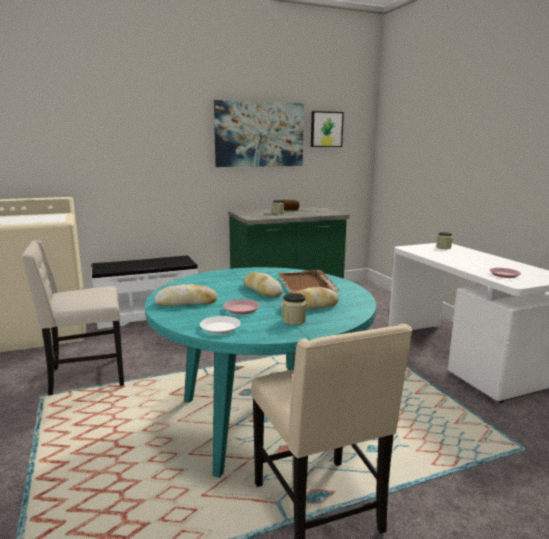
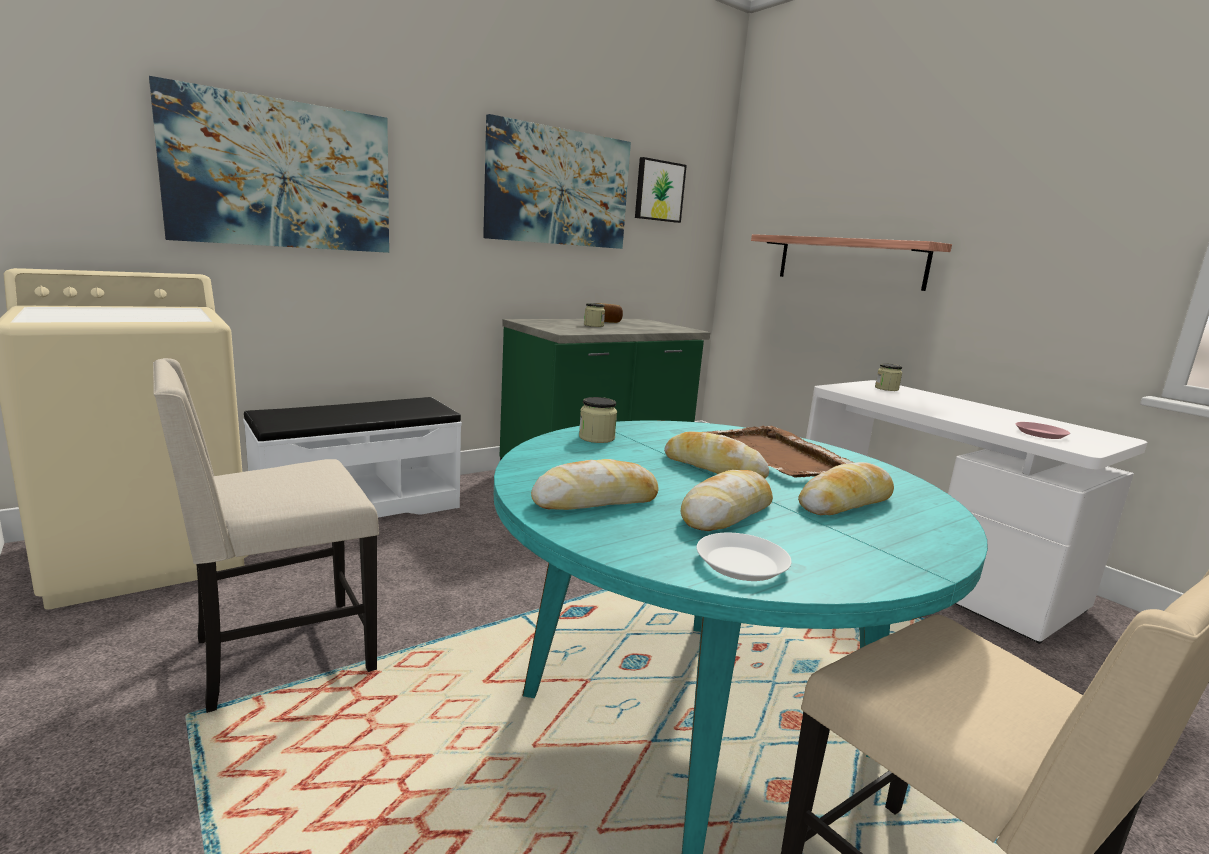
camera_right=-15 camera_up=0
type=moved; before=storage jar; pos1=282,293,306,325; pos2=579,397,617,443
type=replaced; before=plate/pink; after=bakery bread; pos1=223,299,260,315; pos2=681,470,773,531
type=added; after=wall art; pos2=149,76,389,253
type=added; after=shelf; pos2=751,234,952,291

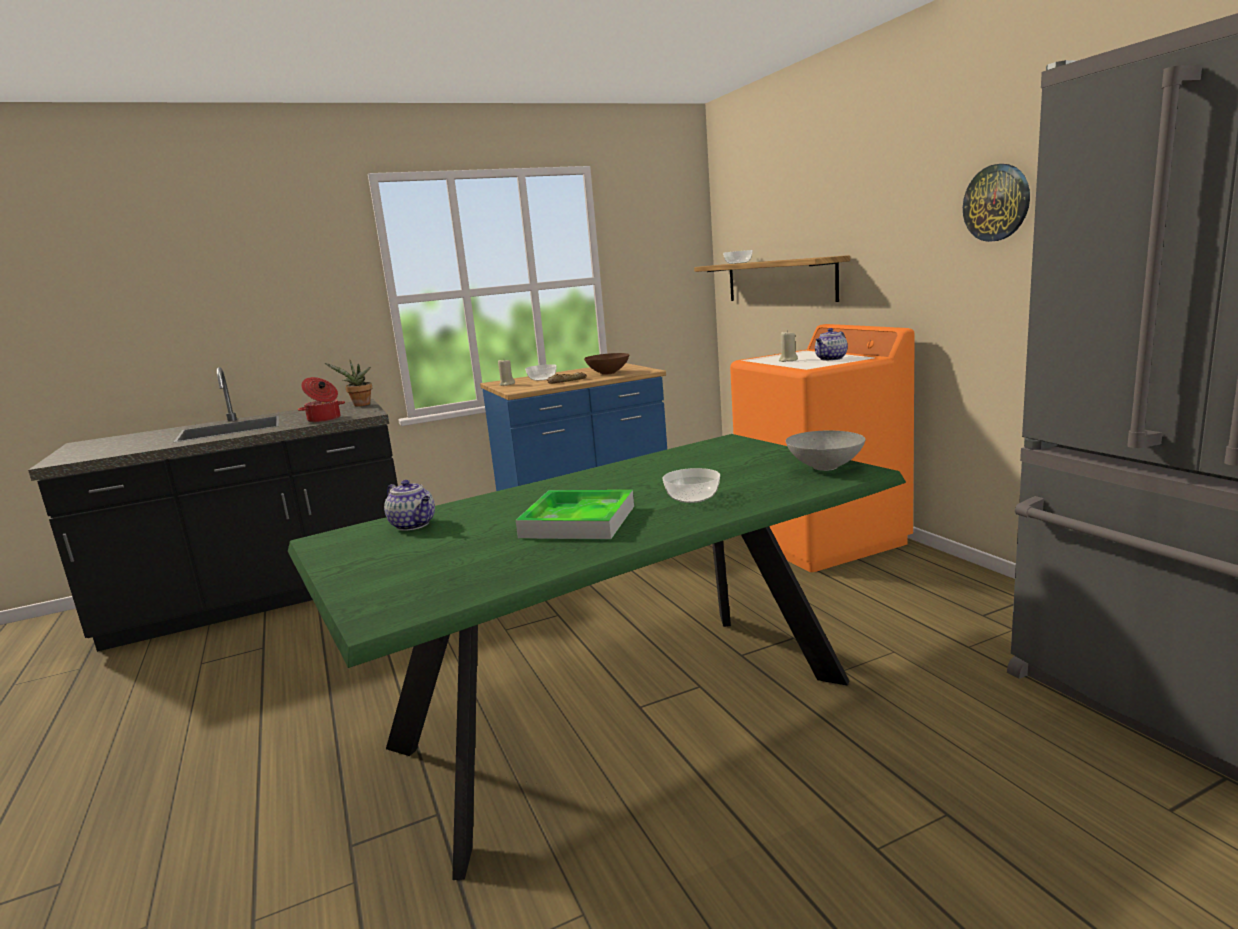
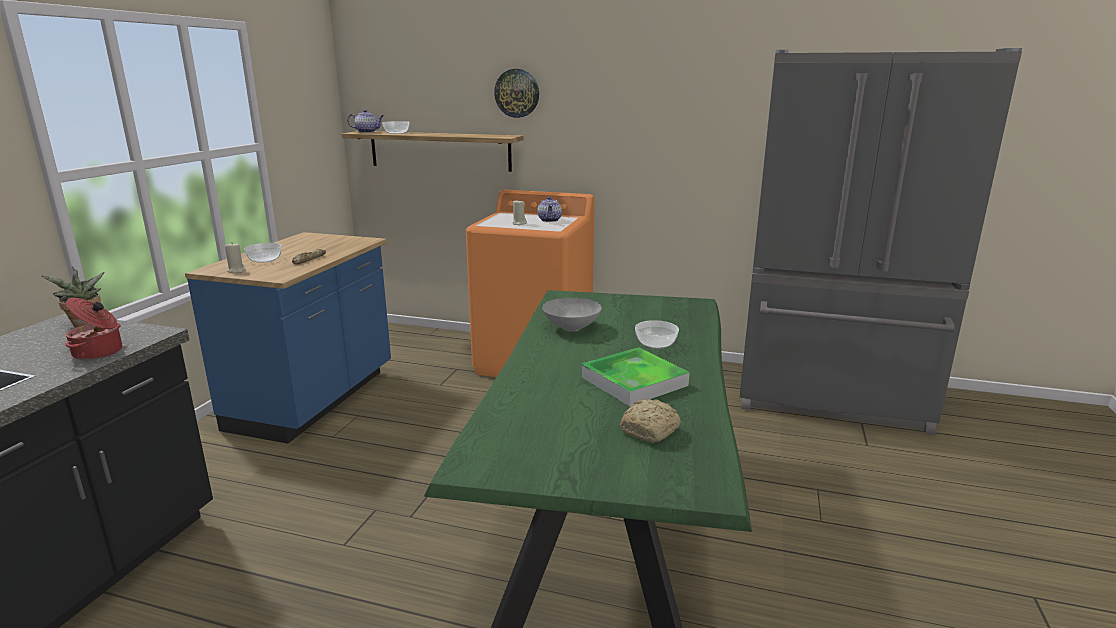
camera_right=-50 camera_up=5
type=moved; before=hanging clock; pos1=963,164,1030,242; pos2=494,69,539,118
type=removed; before=bowl/brown-coloured; pos1=584,353,629,375
type=moved; before=bowl/greyish; pos1=786,431,865,471; pos2=542,298,602,331
type=moved; before=tea pot; pos1=384,480,435,531; pos2=347,110,384,133
type=added; after=bakery bread; pos2=620,399,681,443

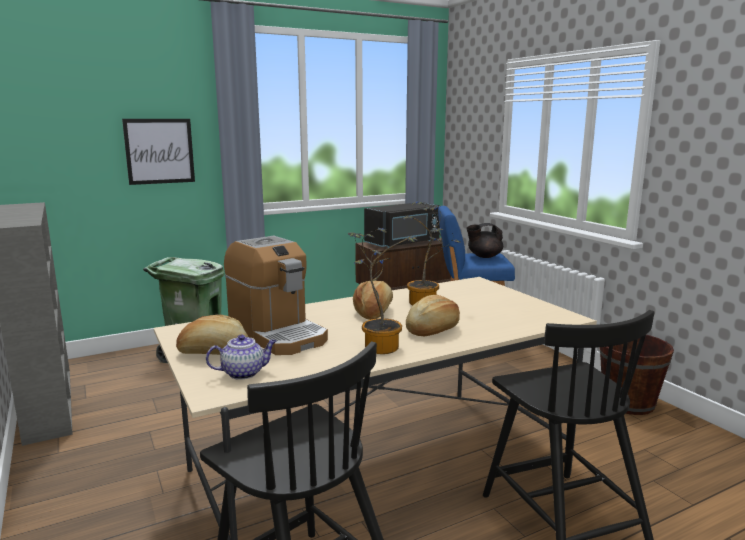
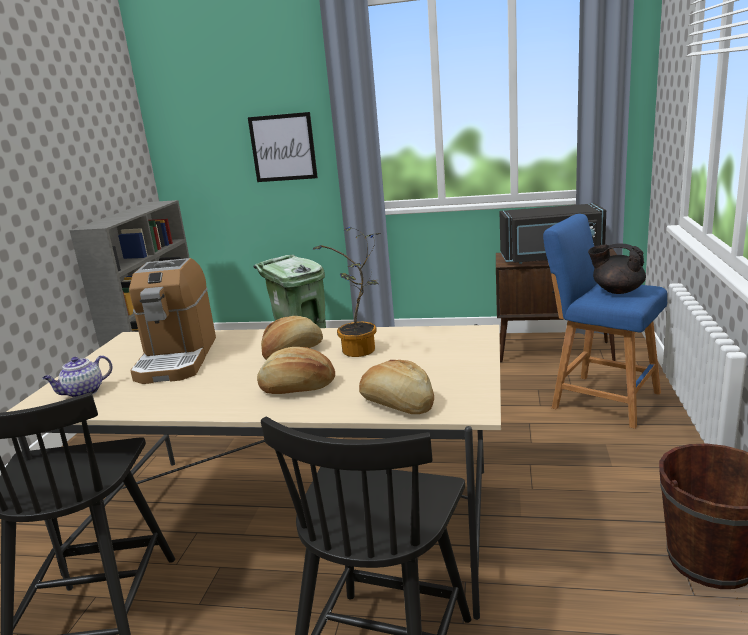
camera_right=40 camera_up=5
type=removed; before=plant in a pot; pos1=348,228,417,354
type=moved; before=bakery bread; pos1=176,315,248,355; pos2=359,360,434,414
type=turned; before=tea pot; pos1=206,334,277,380; pos2=42,355,113,397; turn=120

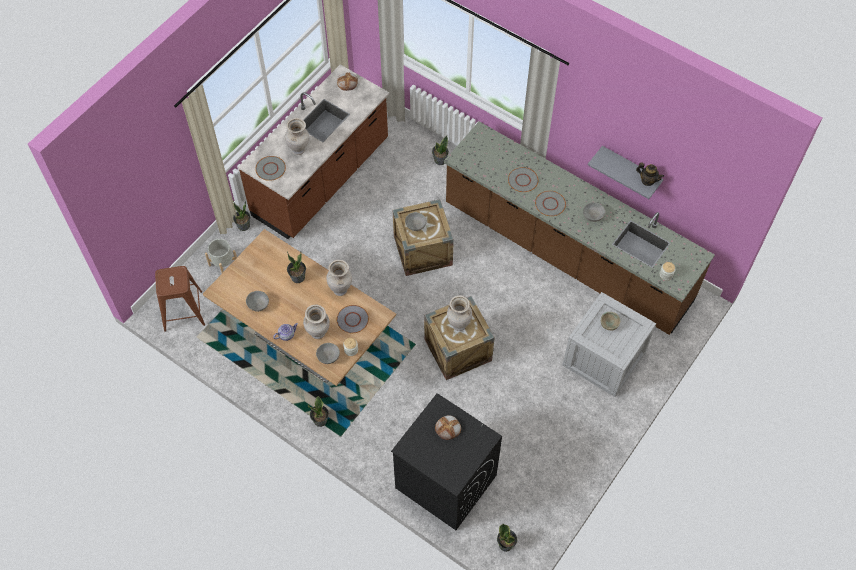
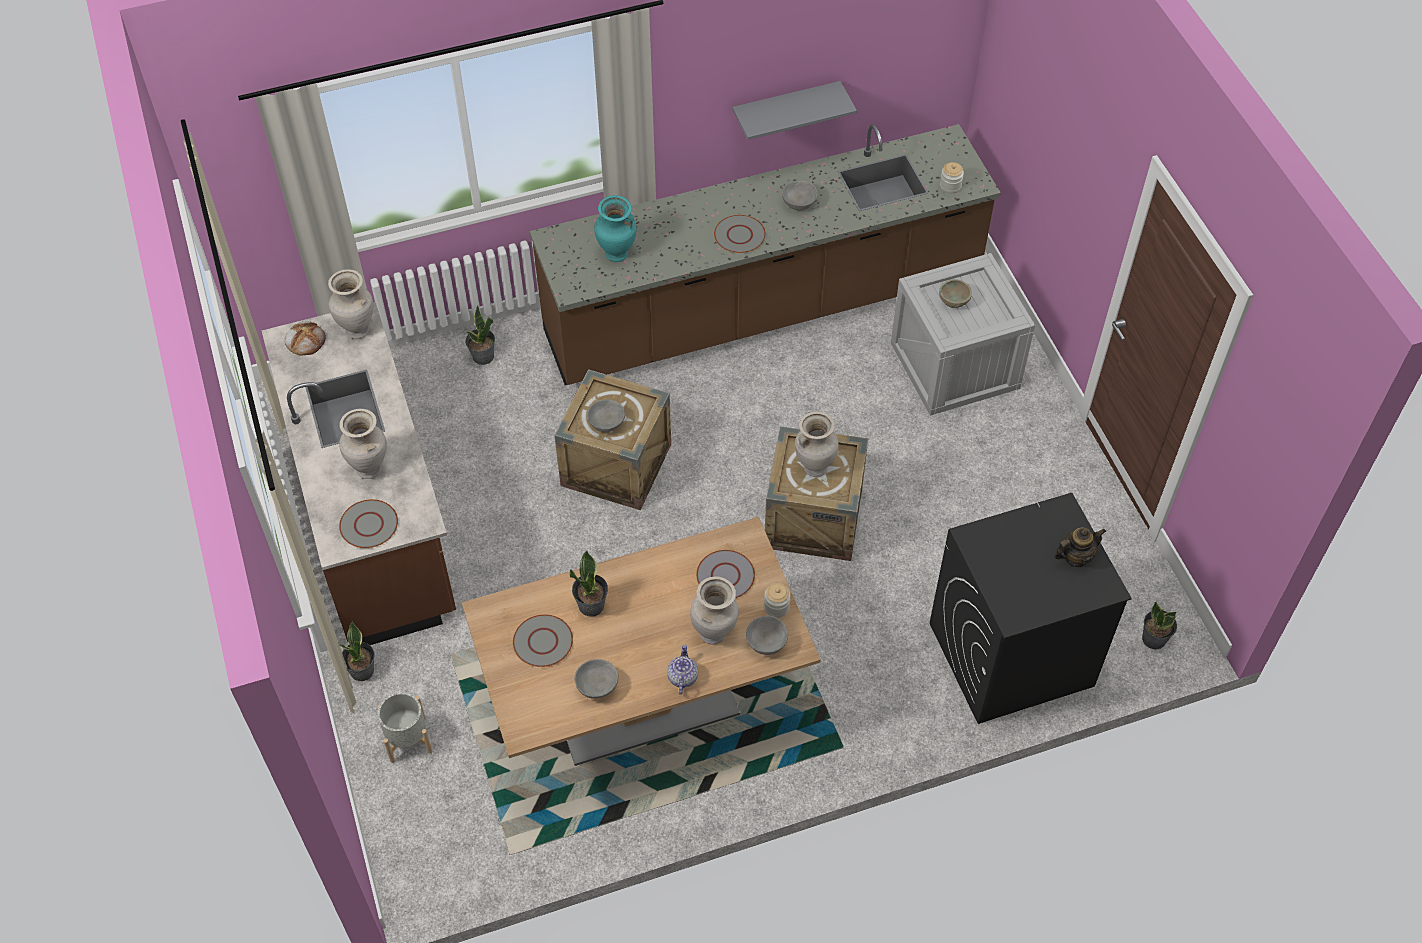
camera_right=-55 camera_up=-5
type=moved; before=tea pot; pos1=636,162,664,186; pos2=1054,528,1106,567
type=moved; before=plate/greyish; pos1=508,167,538,192; pos2=513,614,573,667
type=moved; before=vase/beige; pos1=326,260,352,296; pos2=328,269,373,339
type=removed; before=stool/brown-coloured; pos1=155,266,205,332
type=removed; before=plant in a pot; pos1=308,396,329,427
type=removed; before=bakery bread; pos1=435,415,461,440
type=added; after=vase/blue-green; pos2=594,195,636,262

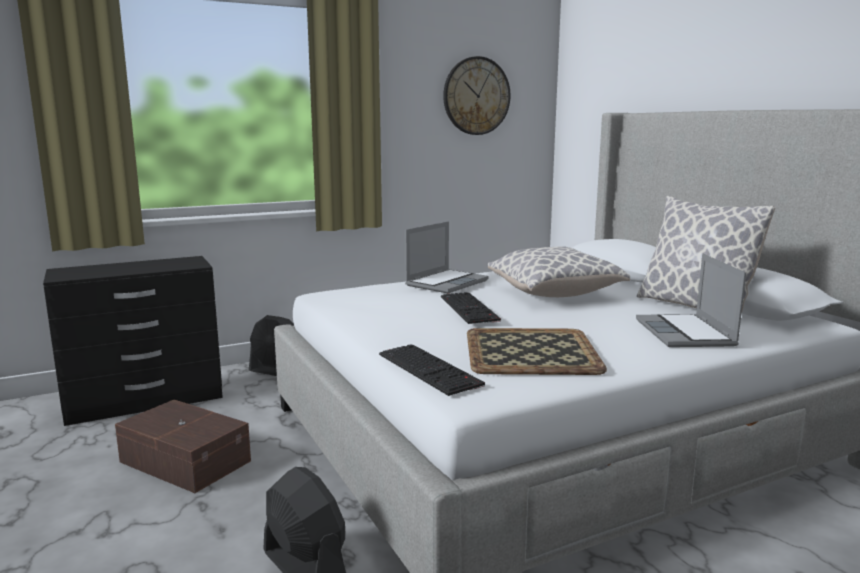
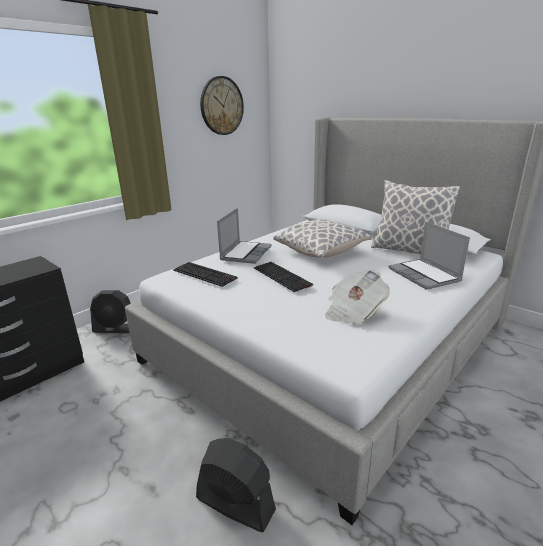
camera_right=-20 camera_up=10
type=replaced; before=carrying tray; after=newspaper; pos1=467,328,607,375; pos2=325,270,390,325
type=moved; before=keyboard; pos1=379,344,485,396; pos2=173,262,238,287
type=removed; before=storage bin/brown-coloured; pos1=115,400,251,493

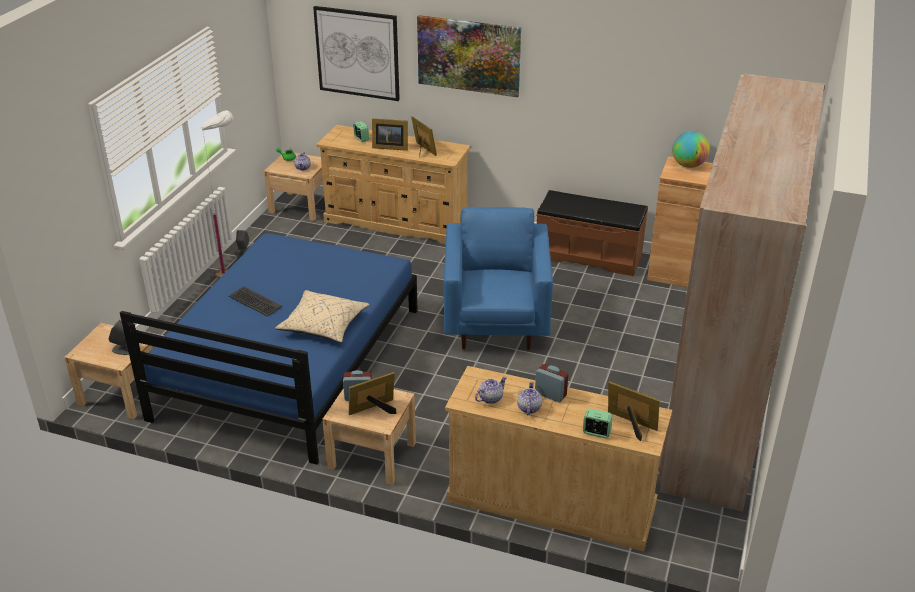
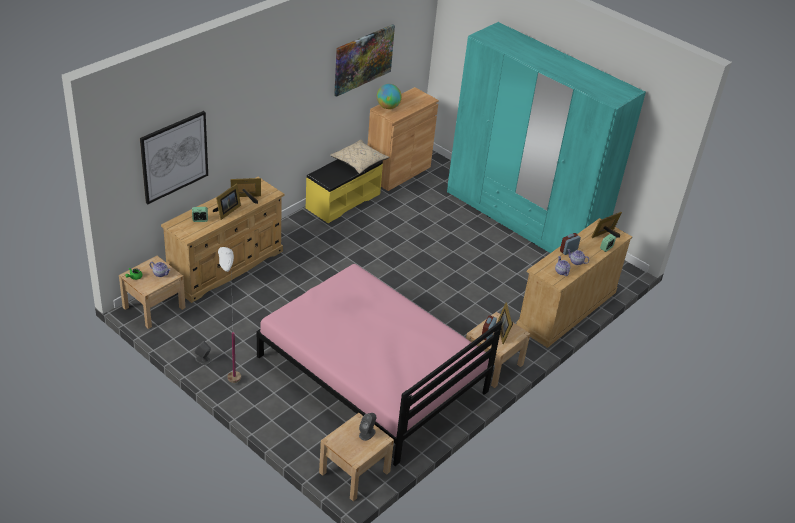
camera_right=-70 camera_up=5
type=moved; before=wall art; pos1=417,15,521,97; pos2=334,24,395,97
type=recoloured; before=wardrobe/beige; after=wardrobe/blue-green; pos1=659,74,825,512; pos2=447,22,646,253
type=recoloured; before=long seat/brown-coloured; after=long seat/yellow-coloured; pos1=537,190,648,276; pos2=306,159,383,223
type=removed; before=lounge chair/blue-coloured; pos1=443,207,553,350
type=recoloured; before=bed/blue-coloured; after=bed/pink; pos1=120,233,418,465; pos2=257,264,502,466
type=removed; before=keyboard; pos1=229,286,282,317
type=moved; before=throw pillow/beige; pos1=275,290,369,343; pos2=330,140,389,174

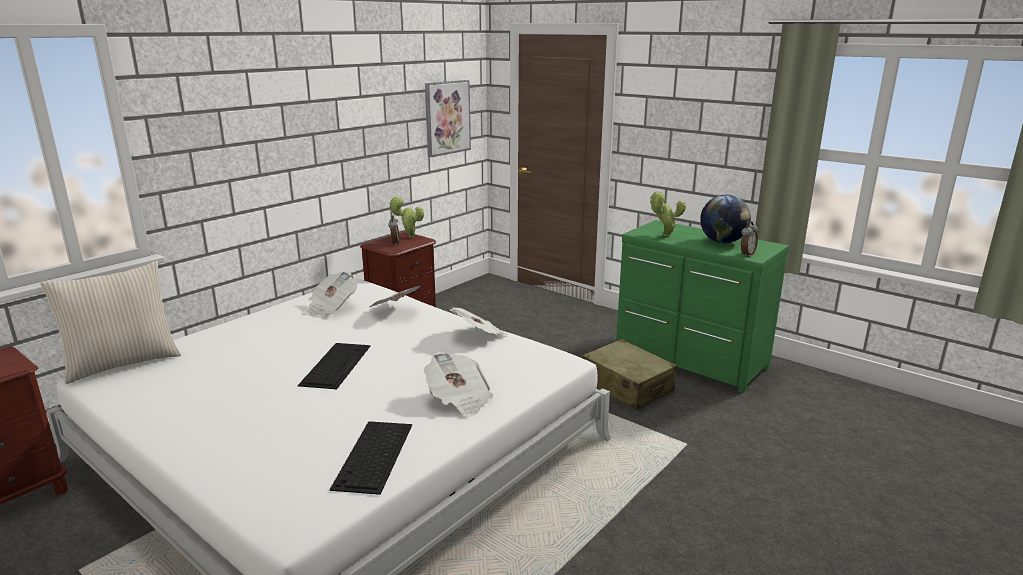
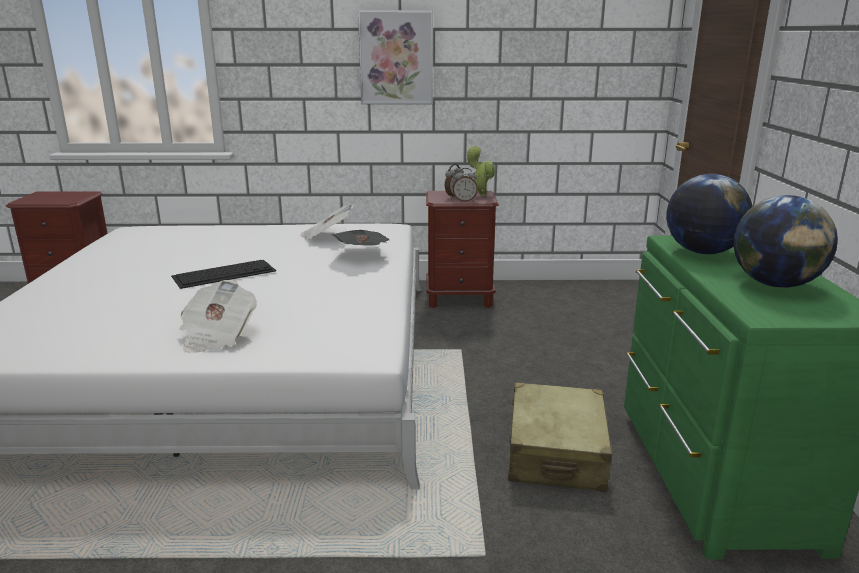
camera_right=50 camera_up=0
type=moved; before=wall art; pos1=425,80,471,157; pos2=358,10,433,104
type=replaced; before=plant in a pot; after=desk globe; pos1=650,191,686,236; pos2=666,174,752,254
type=moved; before=bedside clock; pos1=741,221,758,257; pos2=453,168,478,202
type=removed; before=throw pillow/beige; pos1=40,261,181,384
type=removed; before=newspaper; pos1=449,308,509,335
type=removed; before=keyboard; pos1=329,421,412,495

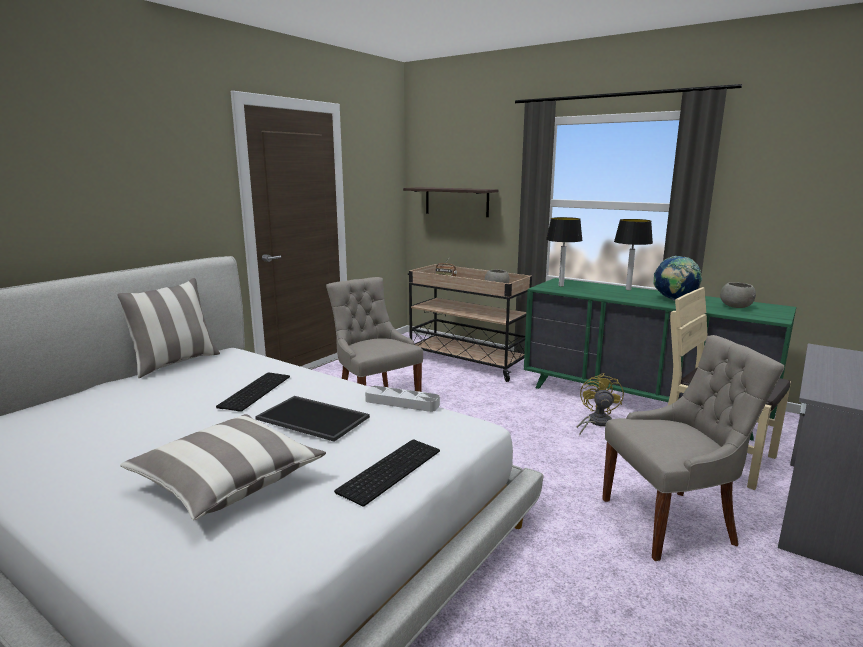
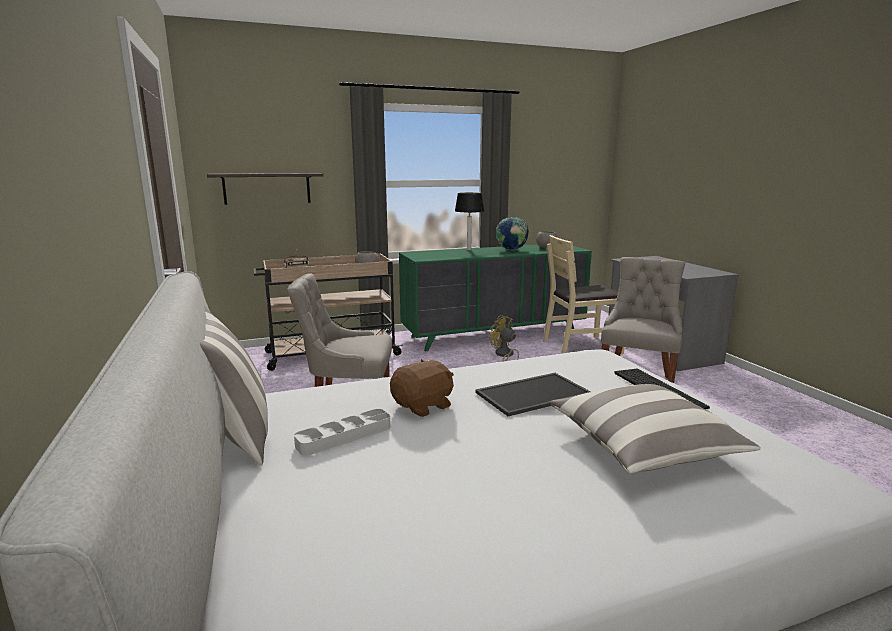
camera_right=-55 camera_up=0
type=removed; before=lamp for a table; pos1=546,217,583,287
type=replaced; before=keyboard; after=plush toy/brown-coloured; pos1=216,372,290,412; pos2=390,359,454,417
type=moved; before=carrying tray/greyish; pos1=365,386,440,412; pos2=294,409,390,456

